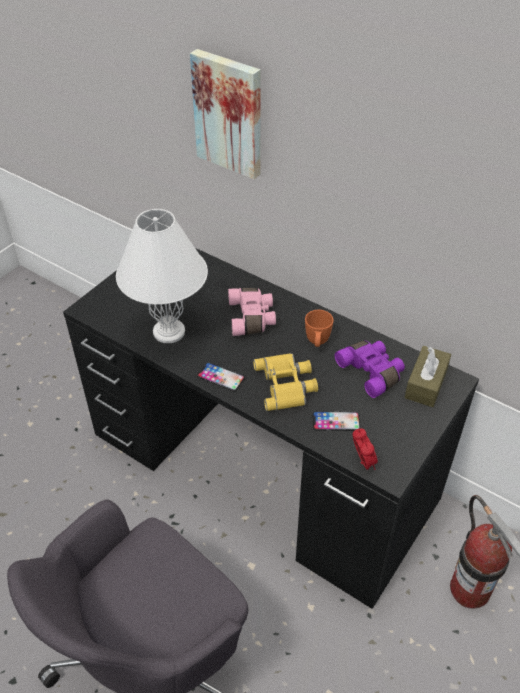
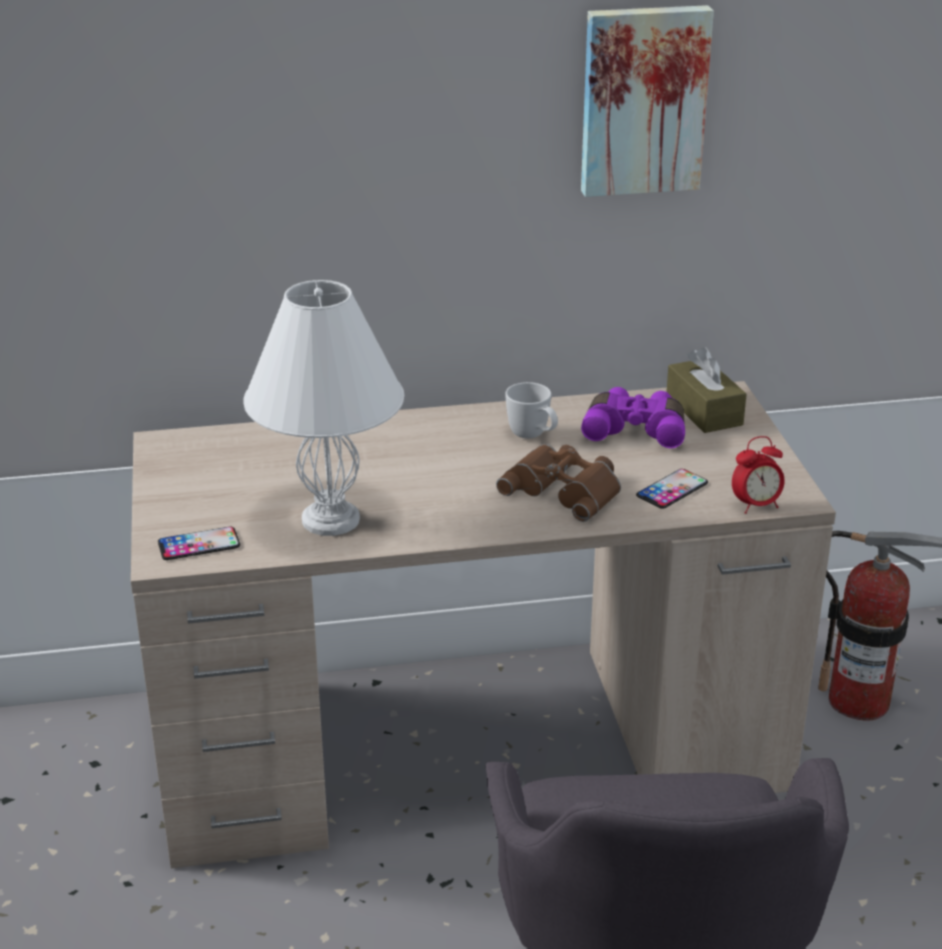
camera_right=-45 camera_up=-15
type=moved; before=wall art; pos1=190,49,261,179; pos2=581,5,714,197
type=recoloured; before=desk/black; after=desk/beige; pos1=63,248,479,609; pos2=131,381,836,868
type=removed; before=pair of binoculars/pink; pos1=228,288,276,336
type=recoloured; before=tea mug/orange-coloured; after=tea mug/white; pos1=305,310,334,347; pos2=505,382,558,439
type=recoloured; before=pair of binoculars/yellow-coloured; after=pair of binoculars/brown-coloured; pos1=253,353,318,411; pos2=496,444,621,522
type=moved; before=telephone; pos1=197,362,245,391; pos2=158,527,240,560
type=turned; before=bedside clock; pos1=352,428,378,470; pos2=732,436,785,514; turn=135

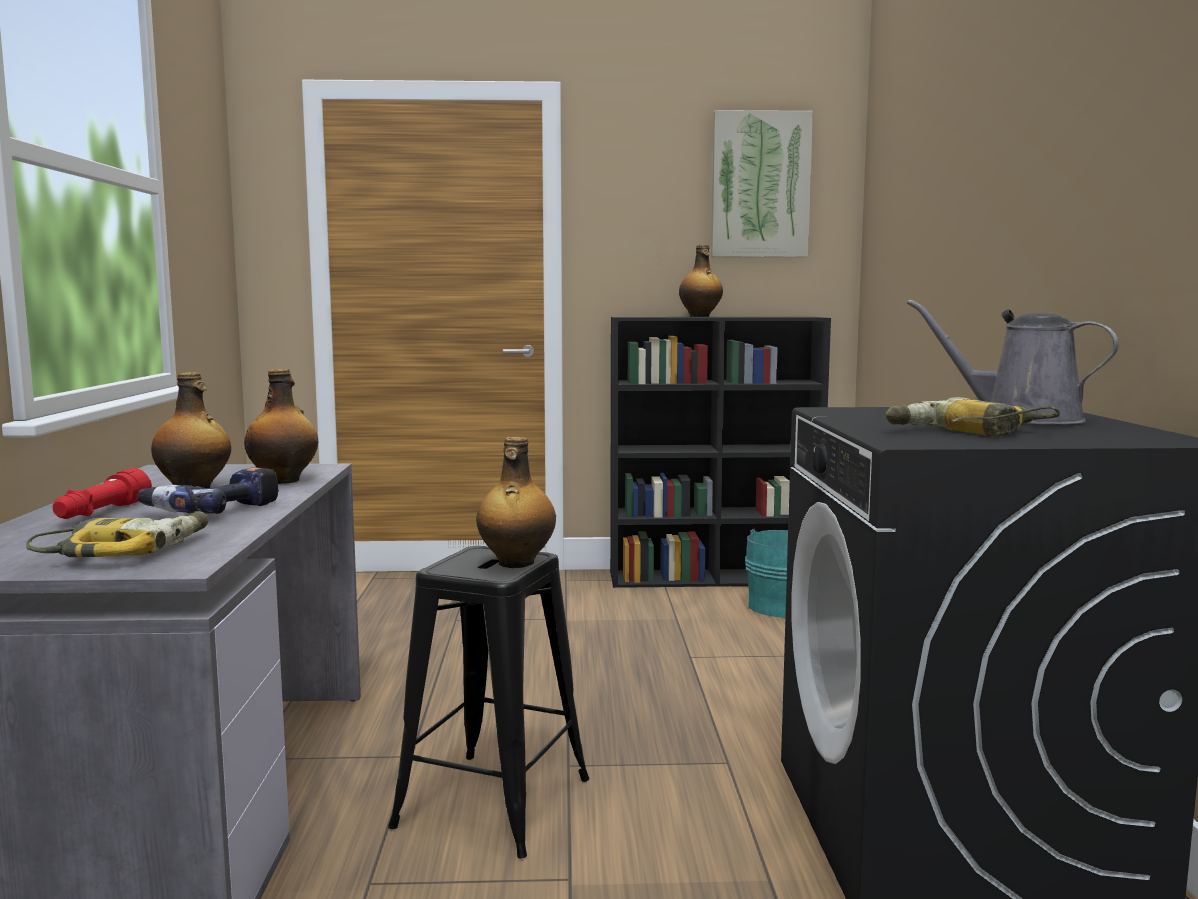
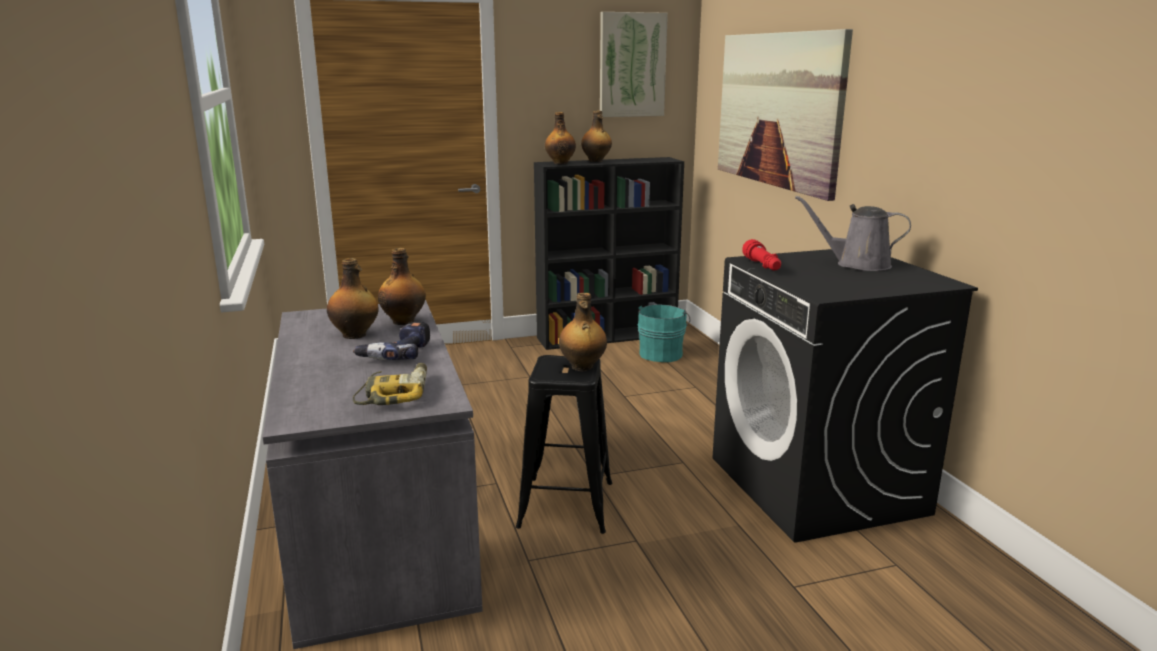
camera_right=-15 camera_up=10
type=removed; before=power drill; pos1=886,397,1060,436
type=moved; before=hand torch/red-coloured; pos1=53,468,152,519; pos2=742,239,781,271
type=added; after=wall art; pos2=718,29,853,201
type=added; after=beverage bottle; pos2=545,112,576,165

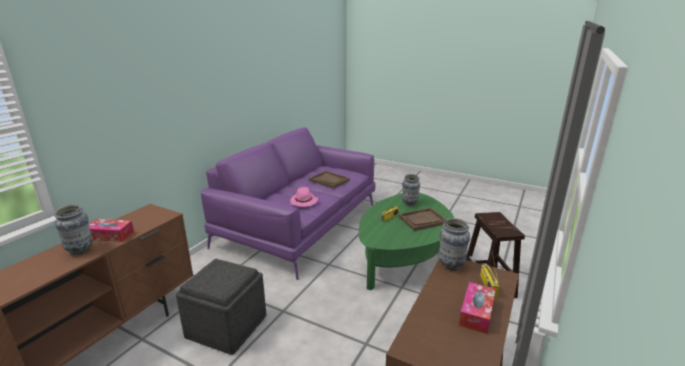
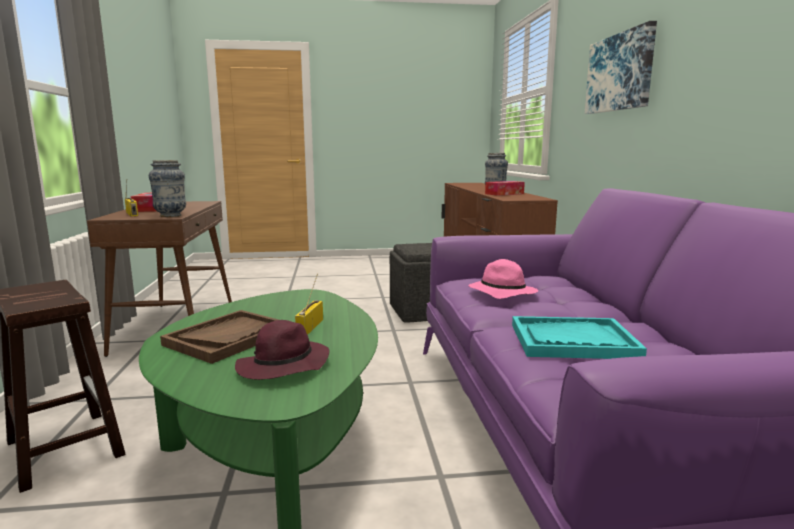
camera_right=145 camera_up=-10
type=recoloured; before=carrying tray/brown-coloured; after=carrying tray/blue-green; pos1=309,171,350,189; pos2=512,316,647,359
type=replaced; before=vase; after=clothing hat/purplish; pos1=402,174,420,206; pos2=235,320,329,380
type=added; after=wall art; pos2=585,21,657,114

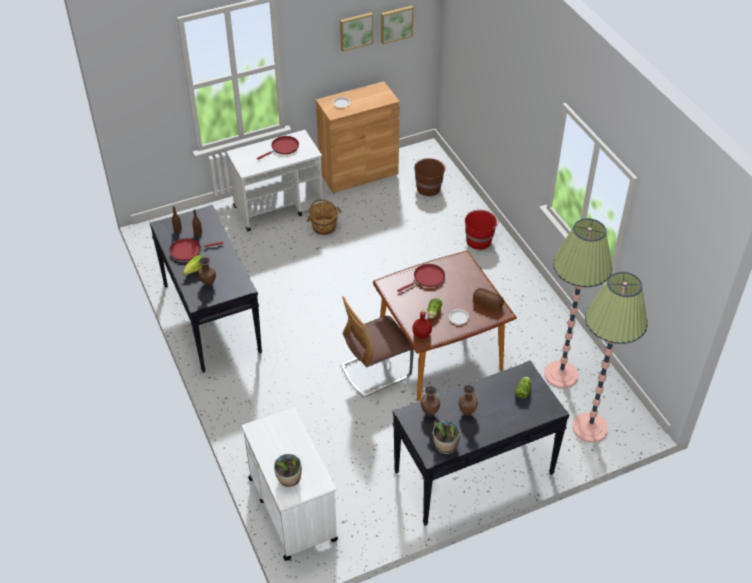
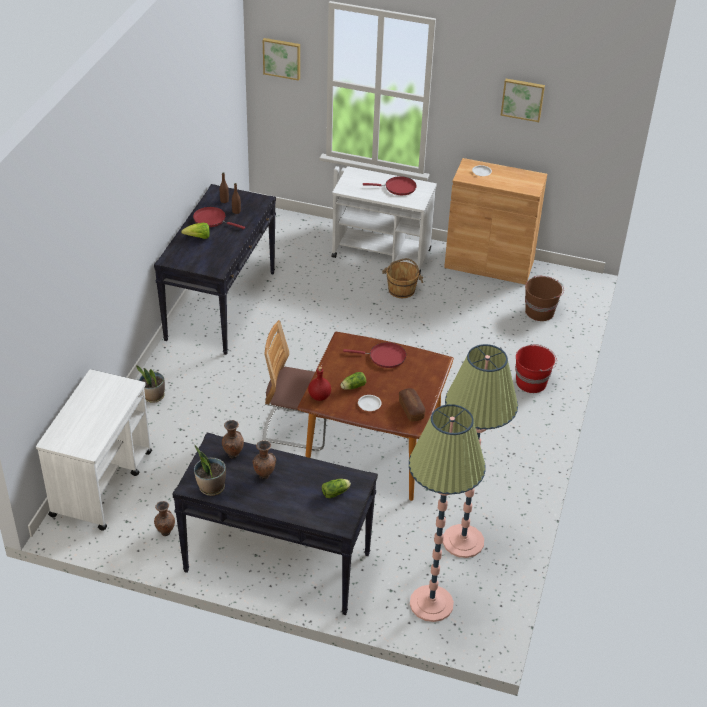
camera_right=40 camera_up=-5
type=moved; before=wall art; pos1=381,5,414,44; pos2=263,38,300,81
type=moved; before=vase/brown-coloured; pos1=198,257,216,287; pos2=154,501,175,536
type=moved; before=plant in a pot; pos1=274,454,302,487; pos2=136,365,165,403

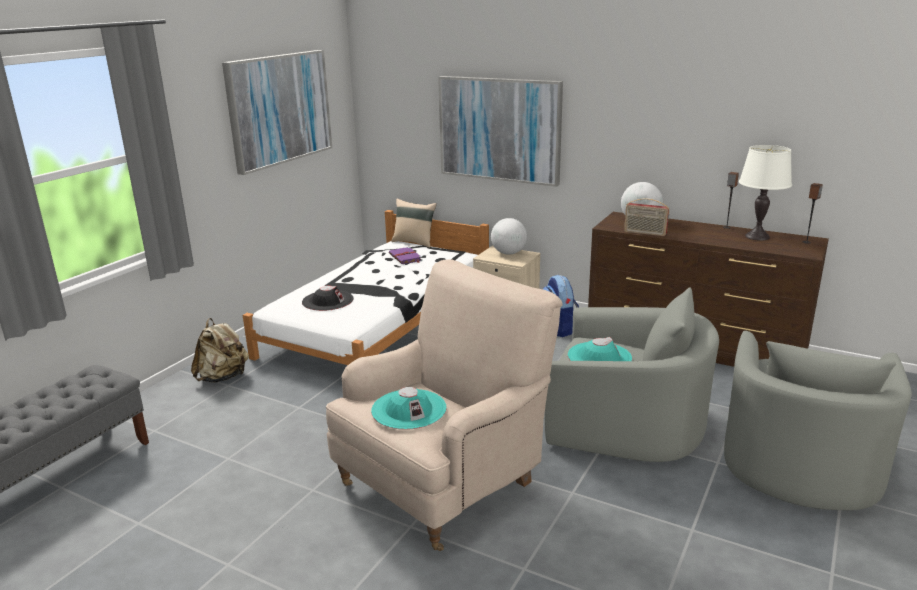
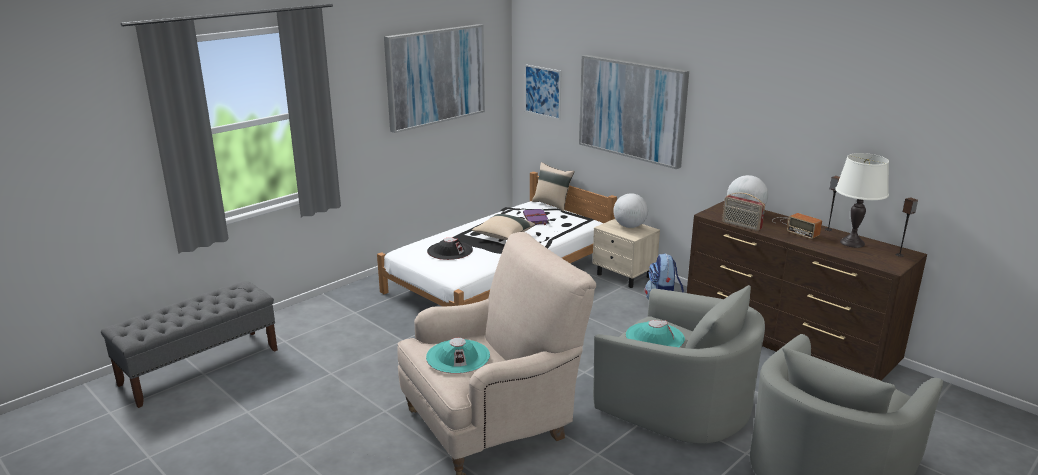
camera_right=15 camera_up=0
type=removed; before=rucksack/beige; pos1=191,318,249,383
type=added; after=wall art; pos2=525,64,561,120
type=added; after=radio set; pos2=772,213,822,239
type=added; after=throw pillow/beige; pos2=472,214,535,240

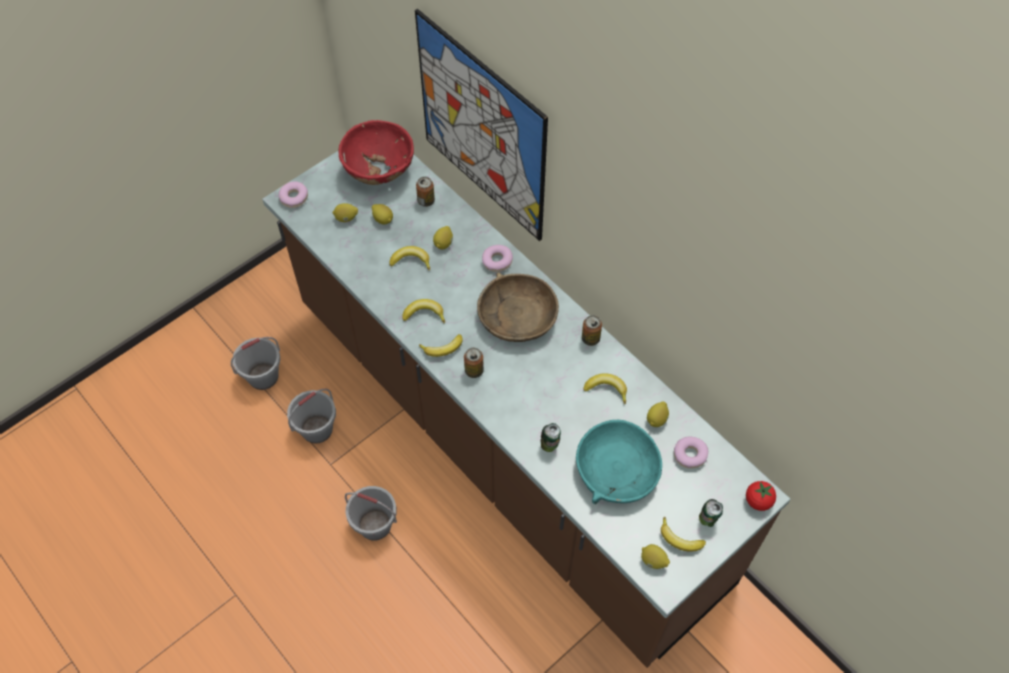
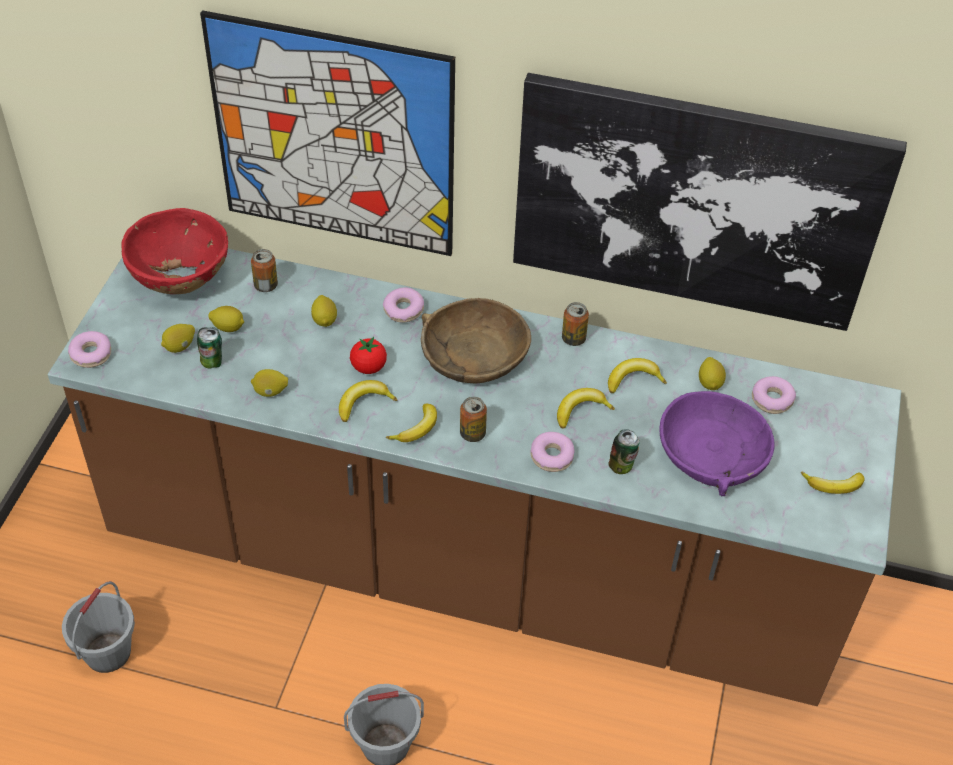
camera_right=-35 camera_up=-10
type=moved; before=banana fruit; pos1=389,246,430,270; pos2=557,388,615,429
type=removed; before=water bucket/greyish; pos1=287,389,336,444
type=recoloured; before=bowl/blue-green; after=bowl/purplish; pos1=576,420,662,504; pos2=660,391,775,496
type=moved; before=tomato; pos1=746,481,776,511; pos2=350,337,387,374
type=moved; before=sealed can; pos1=699,499,723,527; pos2=197,327,222,368
type=moved; before=whole lemon; pos1=641,544,670,569; pos2=251,369,288,397
type=added; after=wall art; pos2=513,73,907,331
type=added; after=doughnut; pos2=531,432,575,472

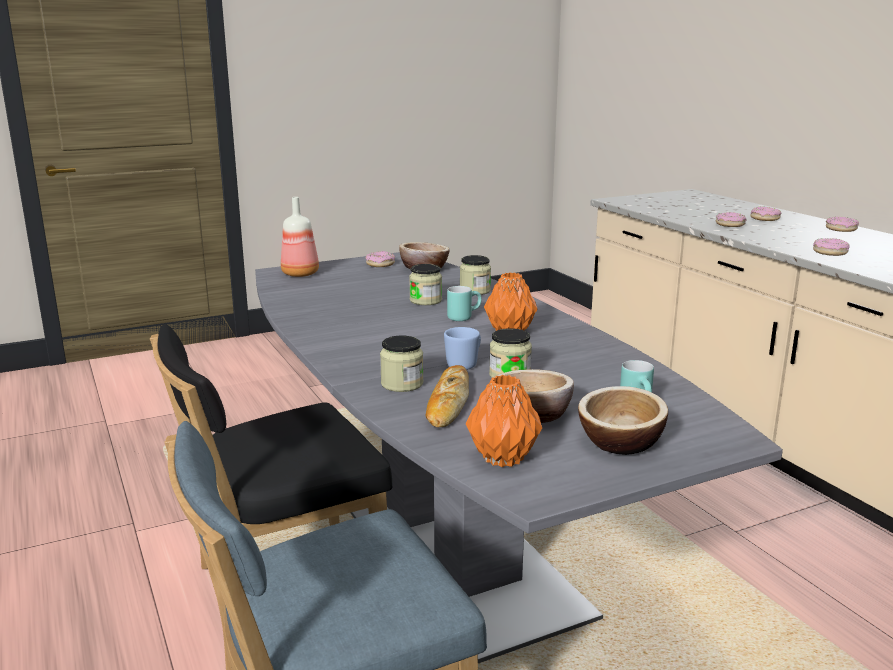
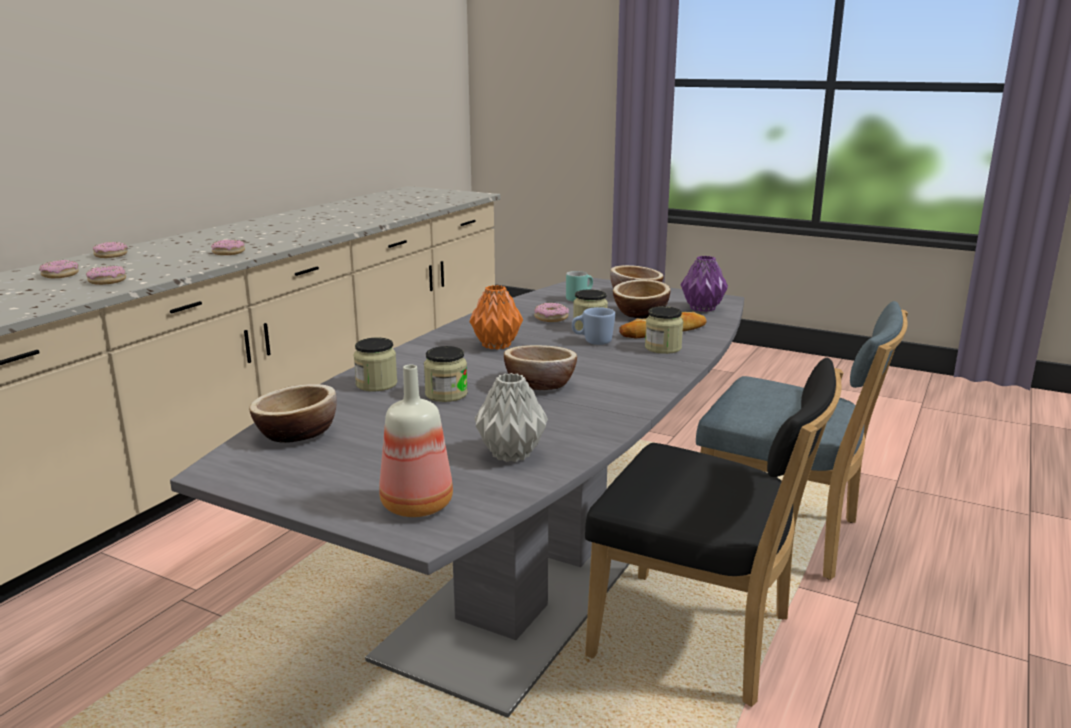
camera_right=-125 camera_up=0
type=moved; before=doughnut; pos1=365,251,395,267; pos2=534,303,569,322
type=removed; before=tea mug/blue-green; pos1=447,286,482,321
type=recoloured; before=vase/orange-coloured; after=vase/purplish; pos1=466,375,542,467; pos2=681,256,728,312
type=added; after=bowl; pos2=504,345,577,390
type=added; after=vase/greyish; pos2=475,373,548,462

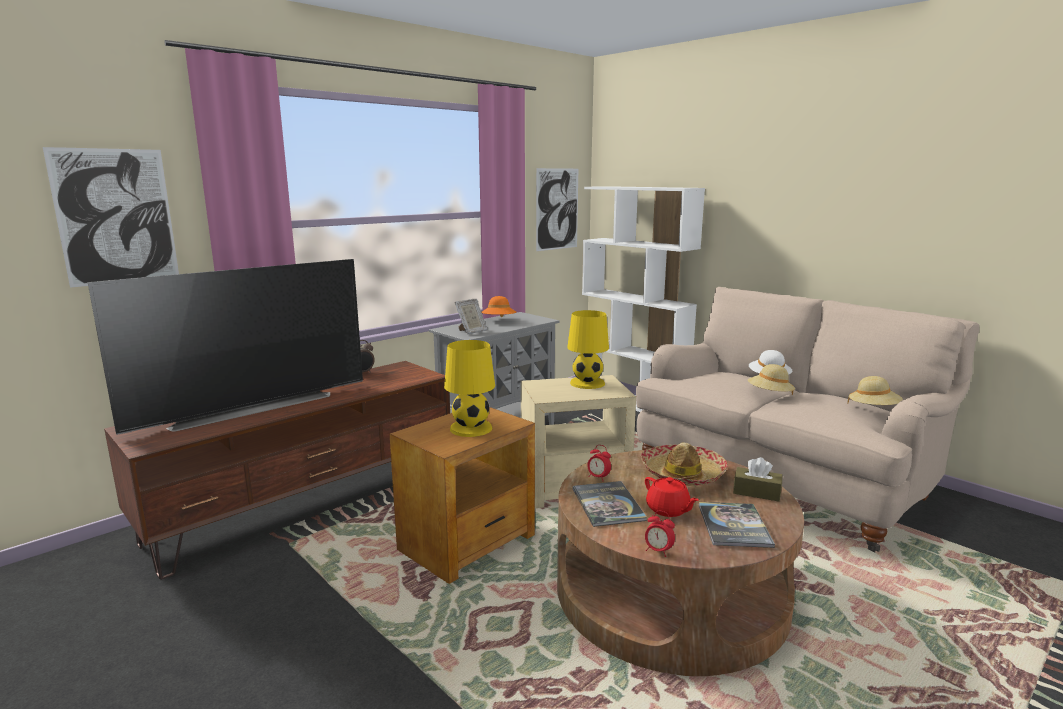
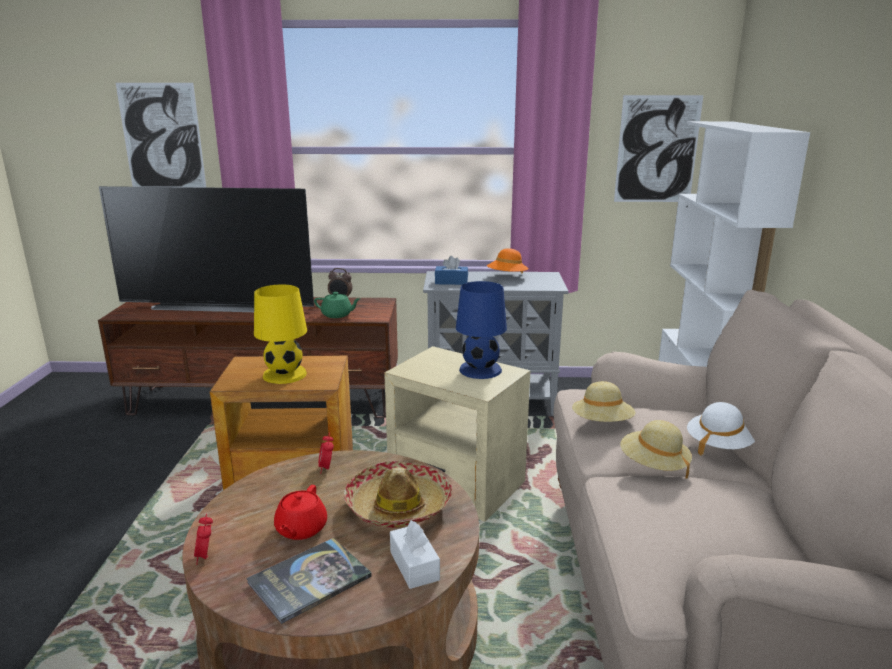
camera_right=45 camera_up=5
type=replaced; before=standing frame; after=tissue box/blue-coloured; pos1=455,299,488,334; pos2=435,256,468,285
type=recoloured; before=lamp for a table/yellow-coloured; after=lamp for a table/blue-coloured; pos1=567,310,609,389; pos2=456,281,507,379
type=moved; before=clothing hat/beige; pos1=847,376,903,405; pos2=572,381,635,422
type=recoloured; before=tissue box/brown-coloured; after=tissue box/white; pos1=733,457,782,502; pos2=390,520,440,589
type=removed; before=bound book; pos1=573,481,647,527
type=added; after=tea pot/green-coloured; pos2=314,292,361,318

